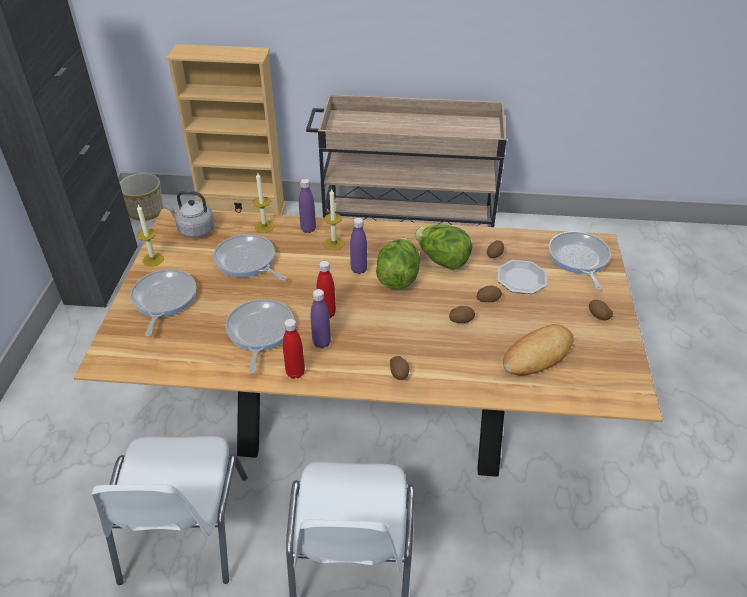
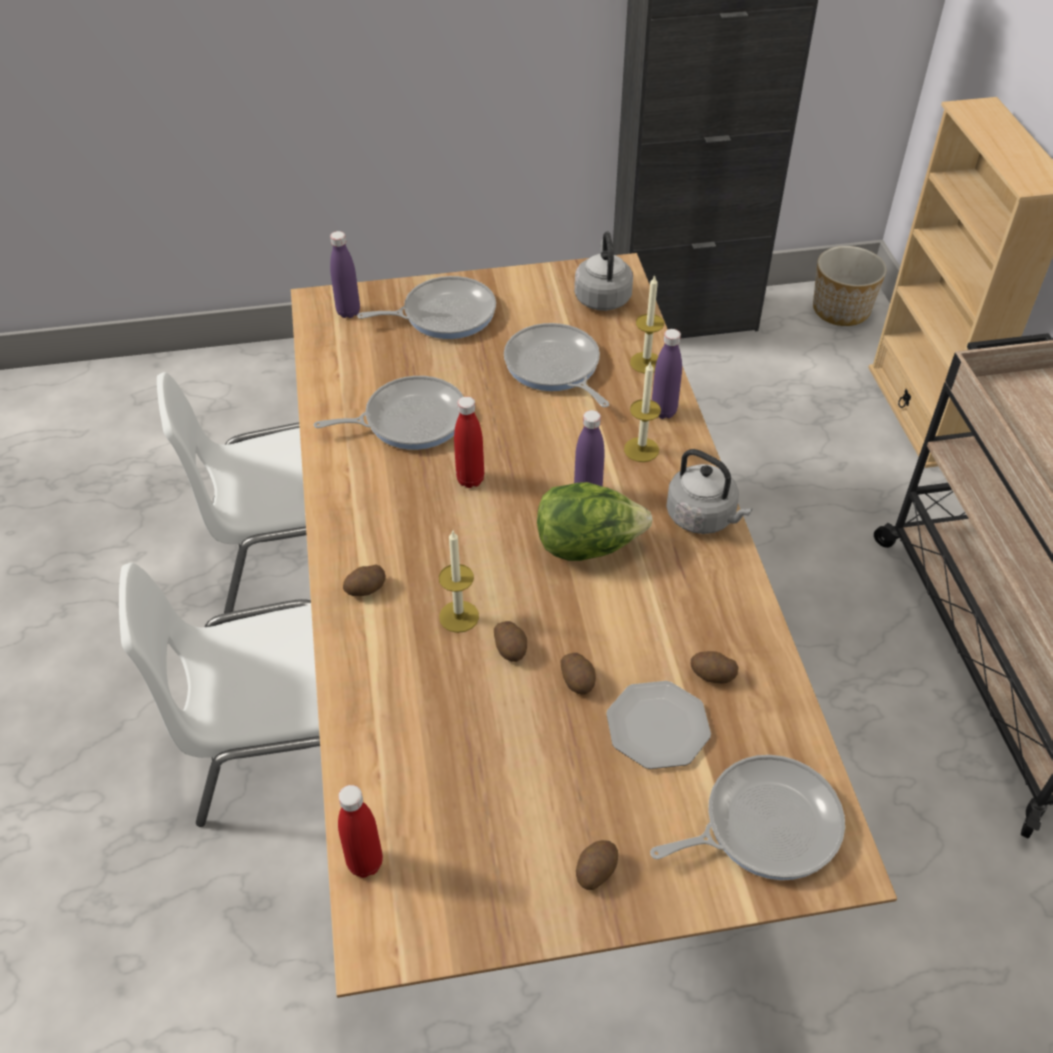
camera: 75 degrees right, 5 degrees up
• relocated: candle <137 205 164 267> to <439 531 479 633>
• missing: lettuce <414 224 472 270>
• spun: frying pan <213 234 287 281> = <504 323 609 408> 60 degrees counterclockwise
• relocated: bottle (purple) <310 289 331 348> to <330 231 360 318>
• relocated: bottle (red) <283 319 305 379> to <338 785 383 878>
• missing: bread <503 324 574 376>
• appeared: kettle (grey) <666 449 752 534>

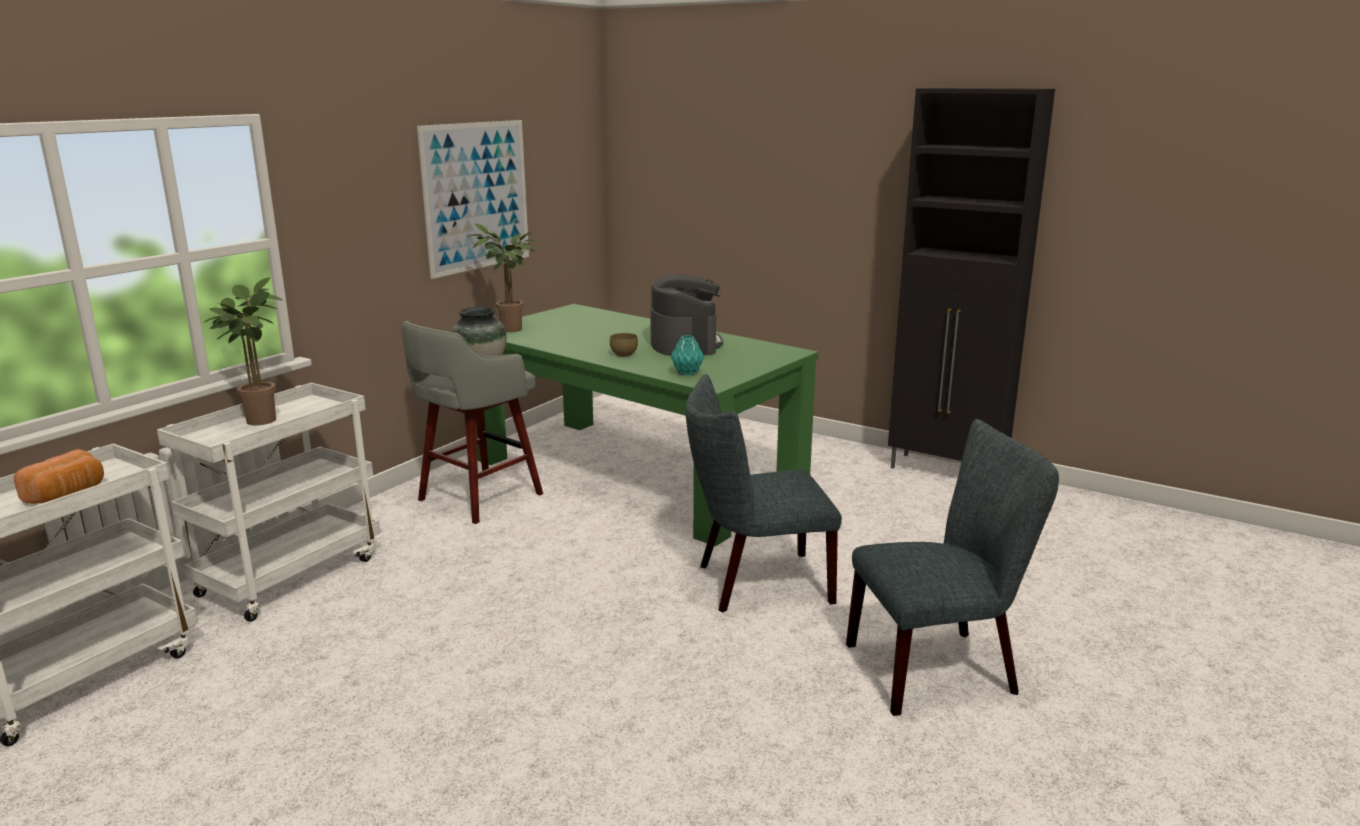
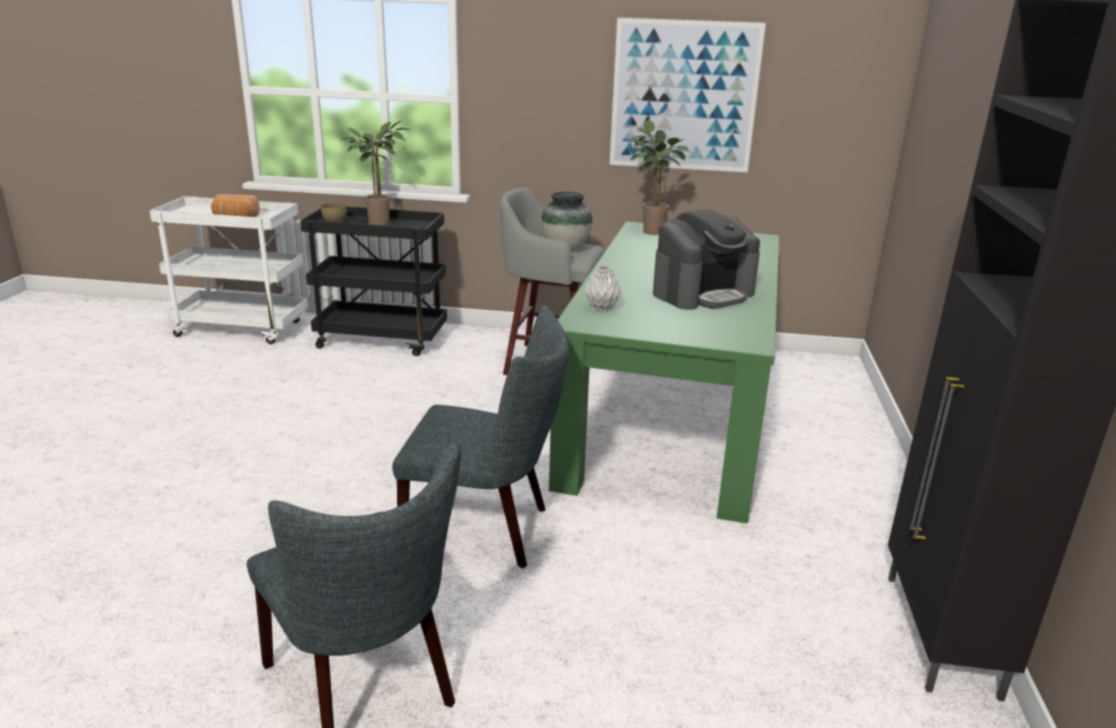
camera: 65 degrees right, 5 degrees up
• relocated: bowl (brown) <610 333 638 357> to <321 203 347 222>
• colour: vase (turquoise) <671 335 704 375> to vase (grey) <584 266 622 311>
• spun: chair (grey) <685 374 842 613> = <392 305 569 568> 135 degrees clockwise
• colour: cart (white) <157 383 380 622> to cart (black) <300 206 447 356>

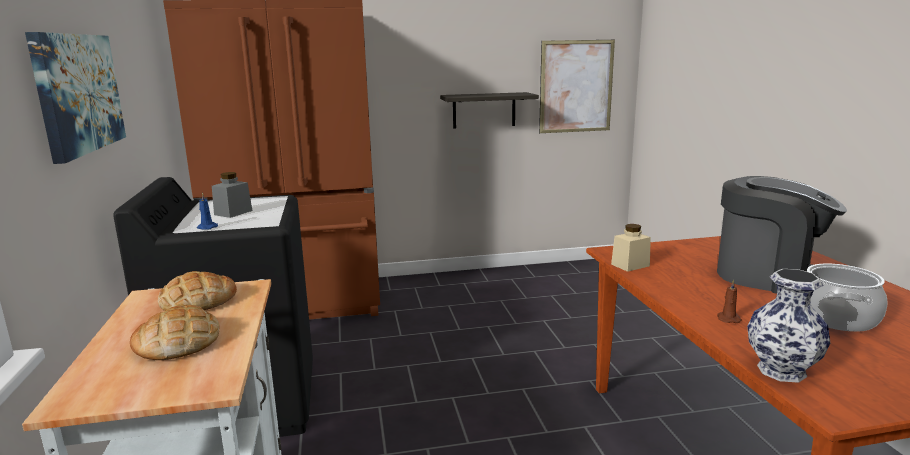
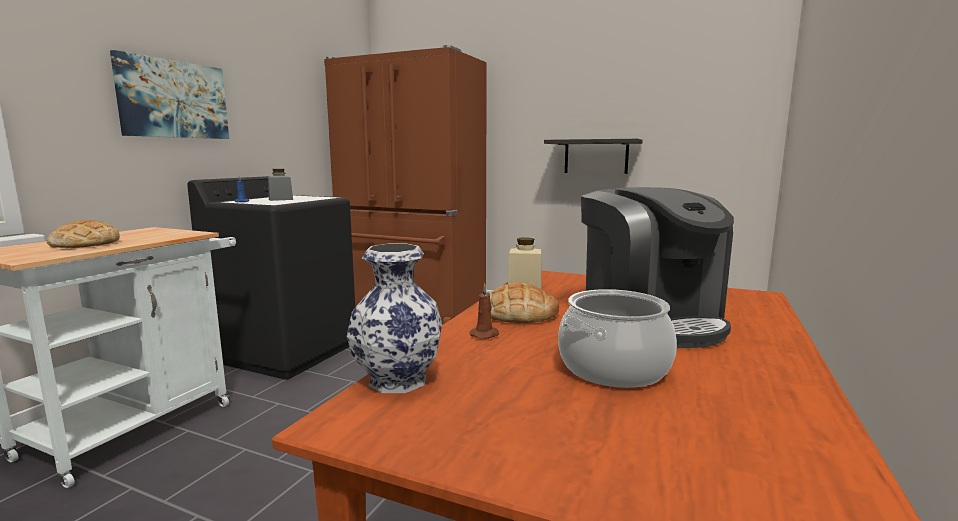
camera: 35 degrees right, 5 degrees down
• missing: picture <539 40 615 133>
• relocated: bread <158 271 237 311> to <489 282 559 323>

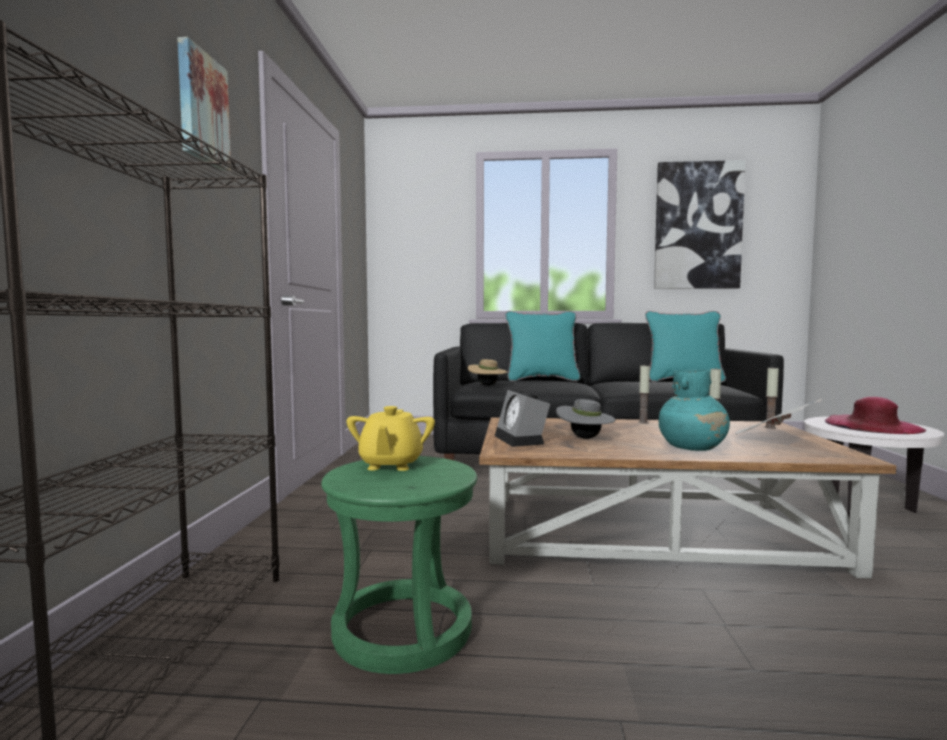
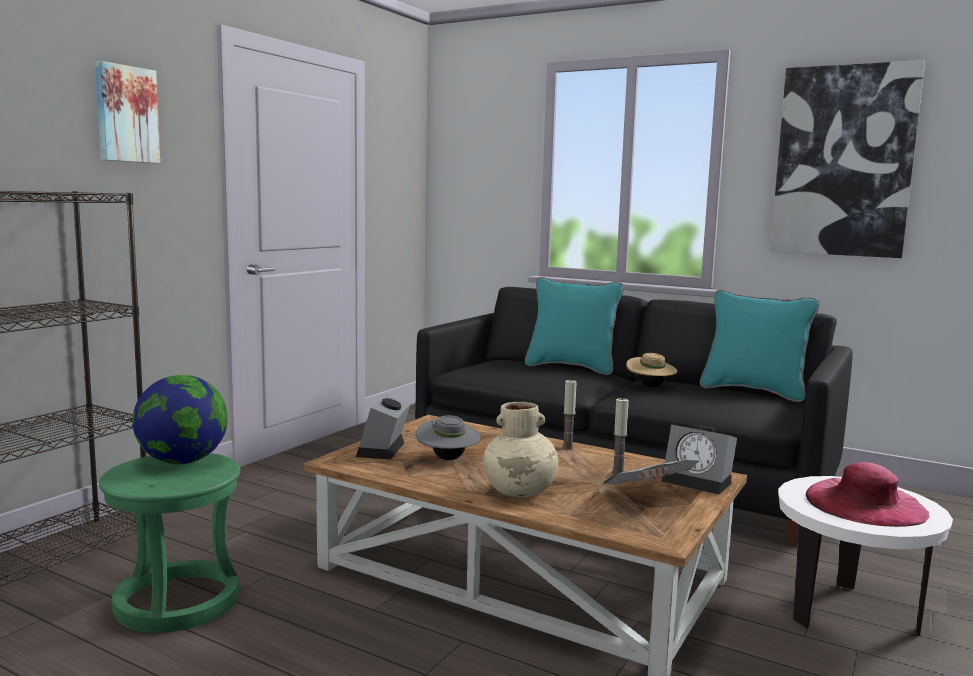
camera: 25 degrees right, 5 degrees up
• relocated: hat (beige) <468 359 507 386> to <626 353 678 387>
• exchanged: candle <764 366 779 429> to alarm clock <662 424 737 495>
• colour: vase (turquoise) <659 369 730 451> to vase (beige) <483 402 558 498>
• exchanged: teapot (yellow) <347 406 435 471> to globe <132 375 228 464>

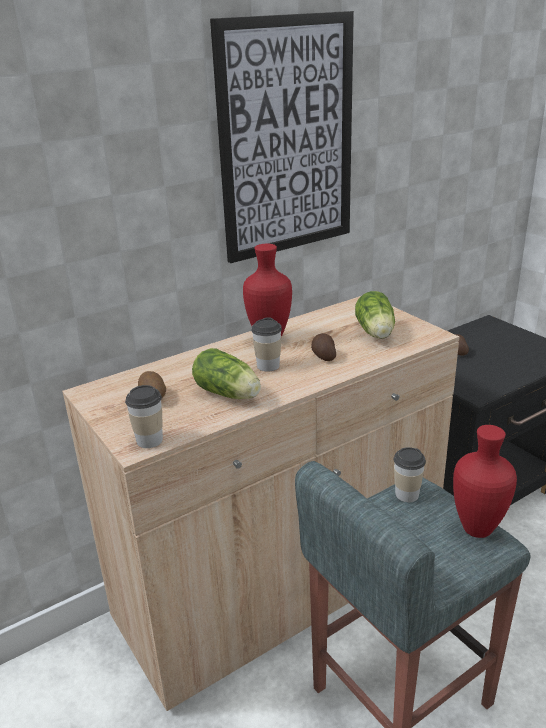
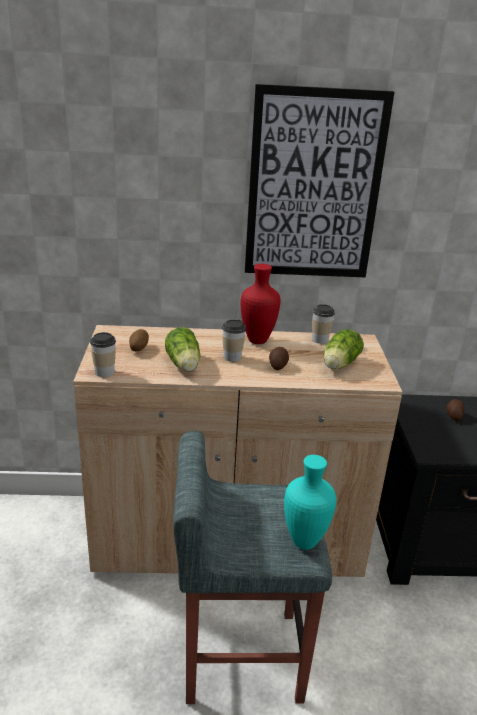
camera: 30 degrees right, 0 degrees up
• colour: vase (red) <453 425 517 538> to vase (turquoise) <284 455 336 550>
• relocated: cup <393 447 426 502> to <312 304 335 344>

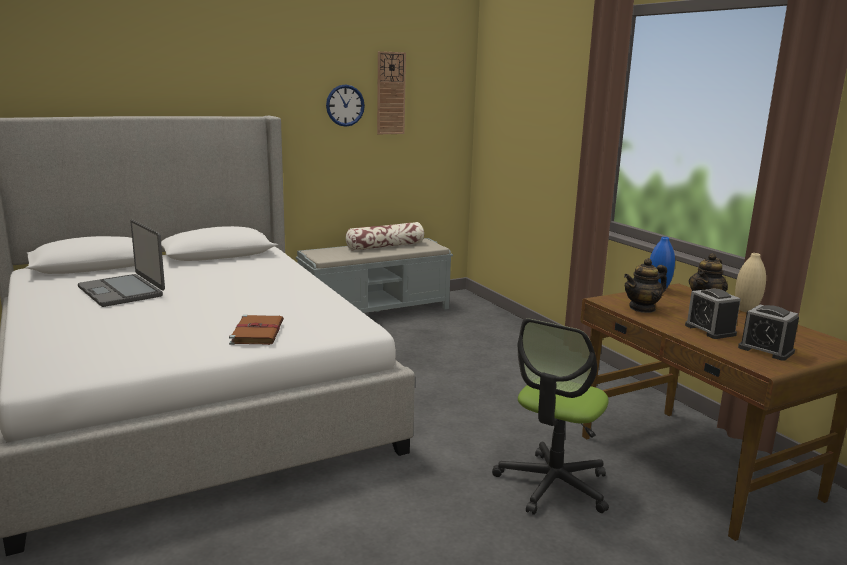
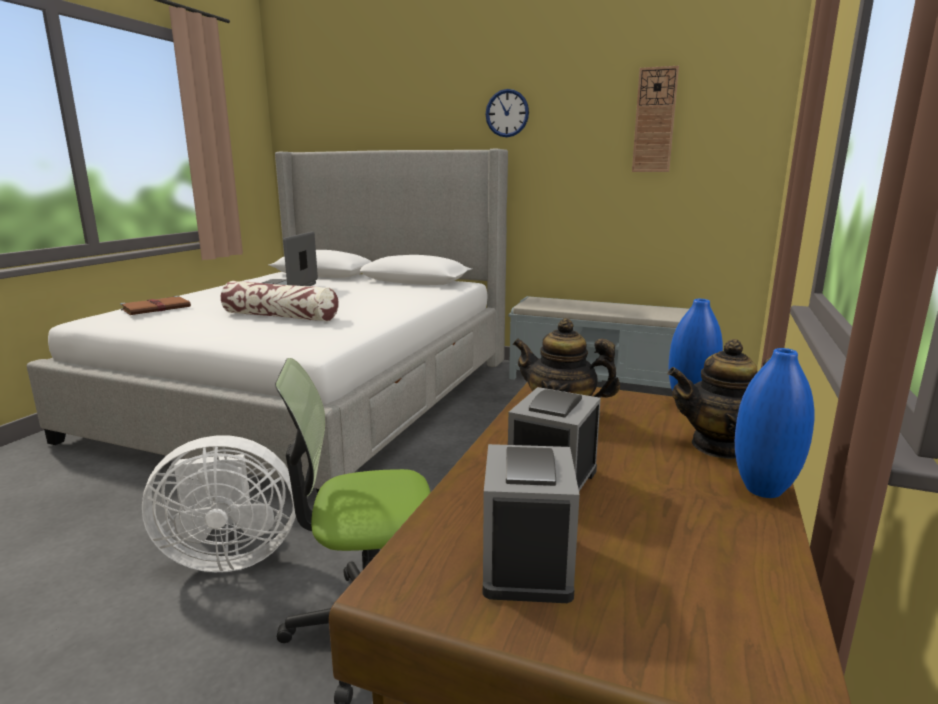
camera: 50 degrees right, 0 degrees up
• relocated: wall clock <326 84 365 127> to <486 89 529 137>
• relocated: pillow <346 222 424 251> to <221 281 339 322>
• colour: vase (beige) <735 253 766 312> to vase (blue) <735 348 814 498>
• relocated: book (brown) <229 315 284 345> to <120 296 191 315>
• appeared: fan (white) <142 436 296 572>

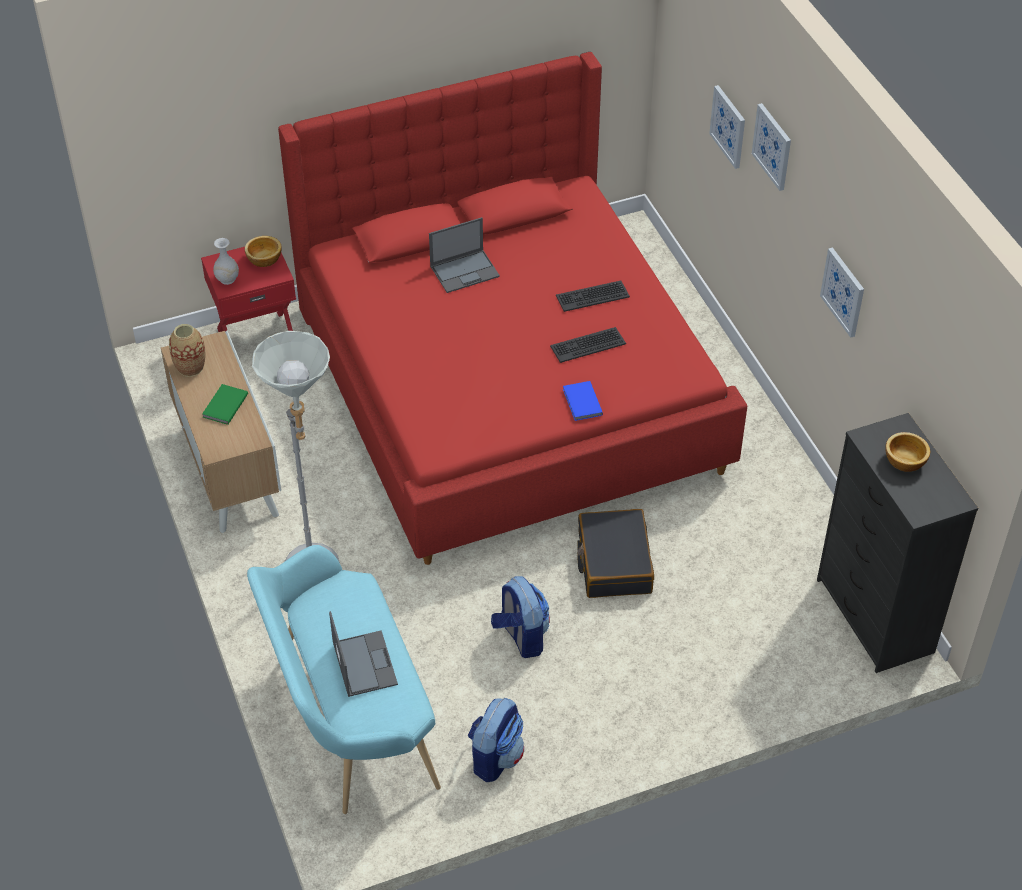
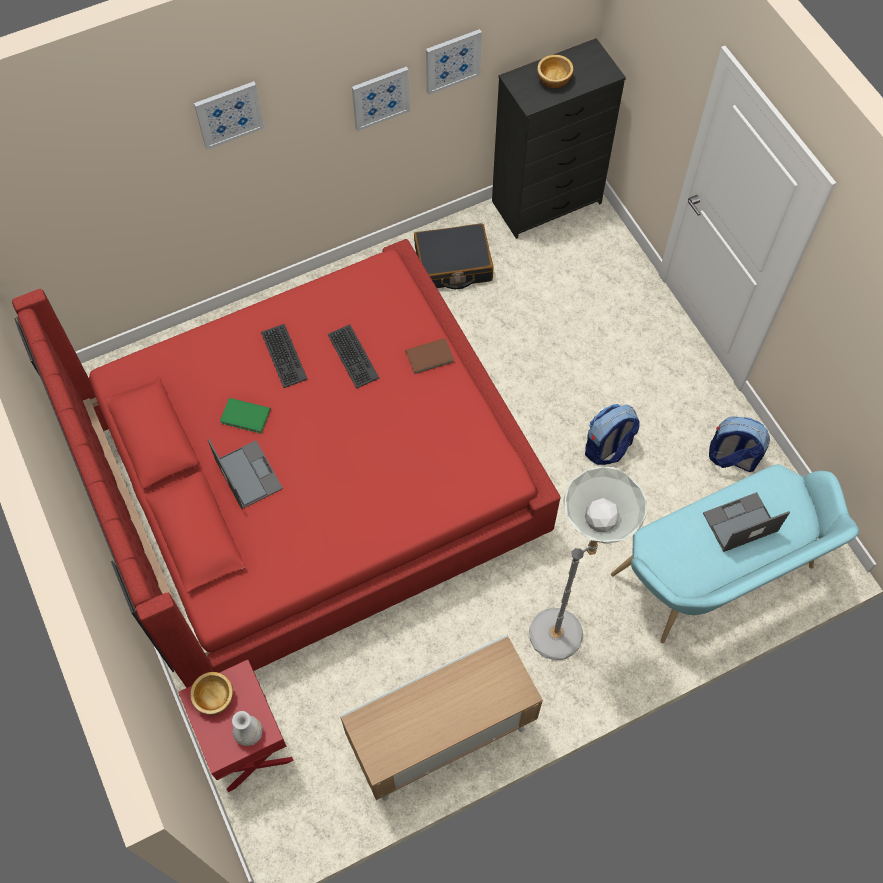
camera: 95 degrees left, 15 degrees up
• relocated: picture <709 85 745 169> to <426 29 482 95>
• missing: vase <169 324 206 377>
• colour: book (blue) <563 381 603 421> to book (brown) <405 338 454 374>
• relocated: book (green) <202 384 248 425> to <220 398 271 434>
• relocated: suitcase (black) <577 509 654 598> to <414 223 494 289>

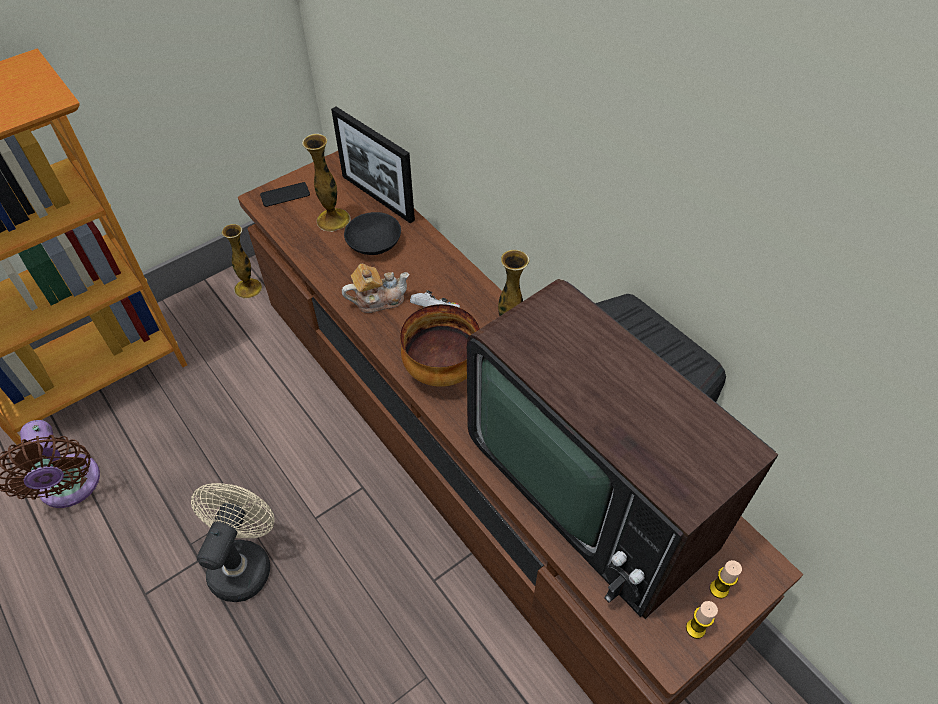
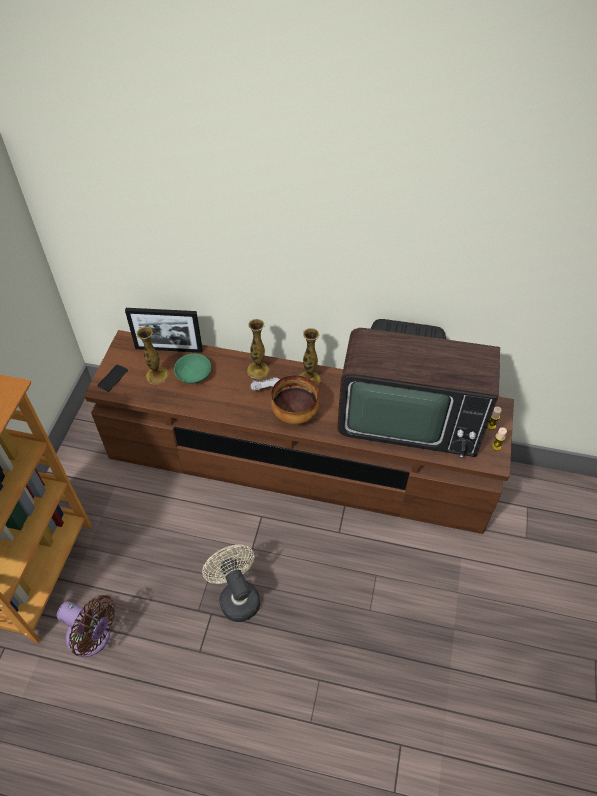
camera: 40 degrees left, 0 degrees up
• colour: bowl (black) <344 212 401 255> to bowl (green) <174 354 211 384>
• relocated: vase <222 224 262 299> to <247 319 269 379>
• missing: teapot <342 264 409 313>

